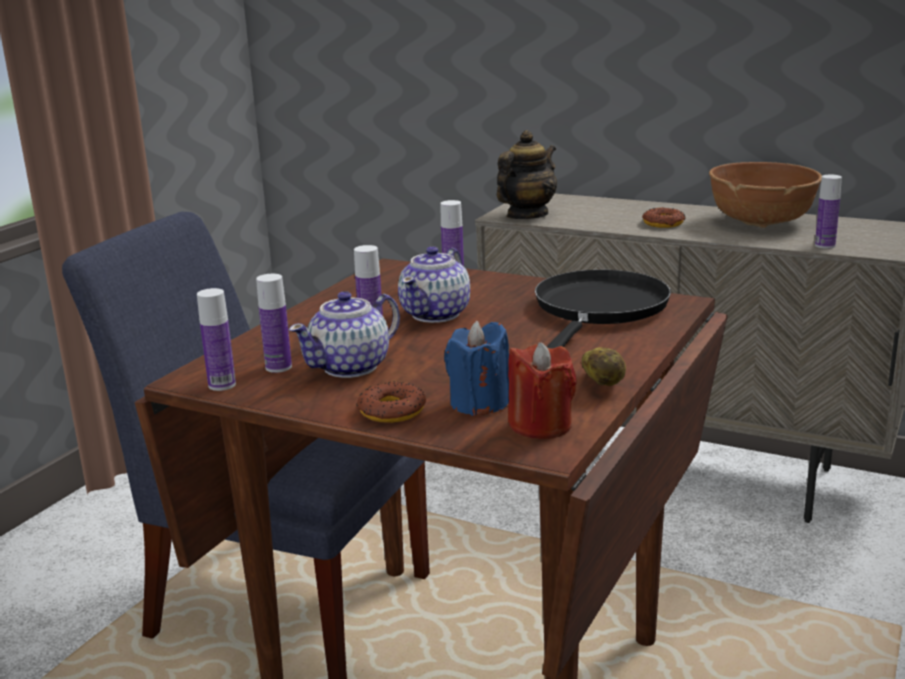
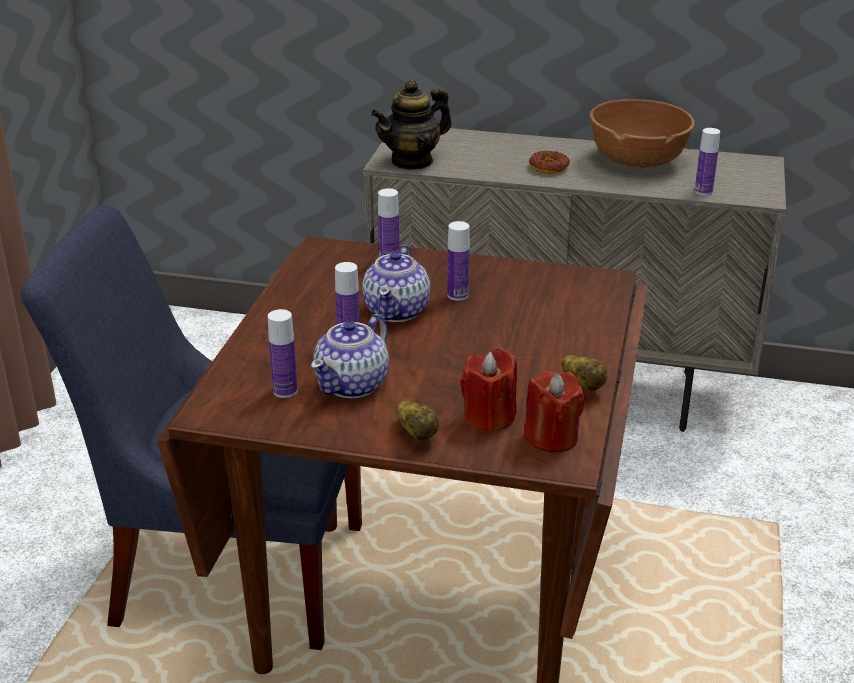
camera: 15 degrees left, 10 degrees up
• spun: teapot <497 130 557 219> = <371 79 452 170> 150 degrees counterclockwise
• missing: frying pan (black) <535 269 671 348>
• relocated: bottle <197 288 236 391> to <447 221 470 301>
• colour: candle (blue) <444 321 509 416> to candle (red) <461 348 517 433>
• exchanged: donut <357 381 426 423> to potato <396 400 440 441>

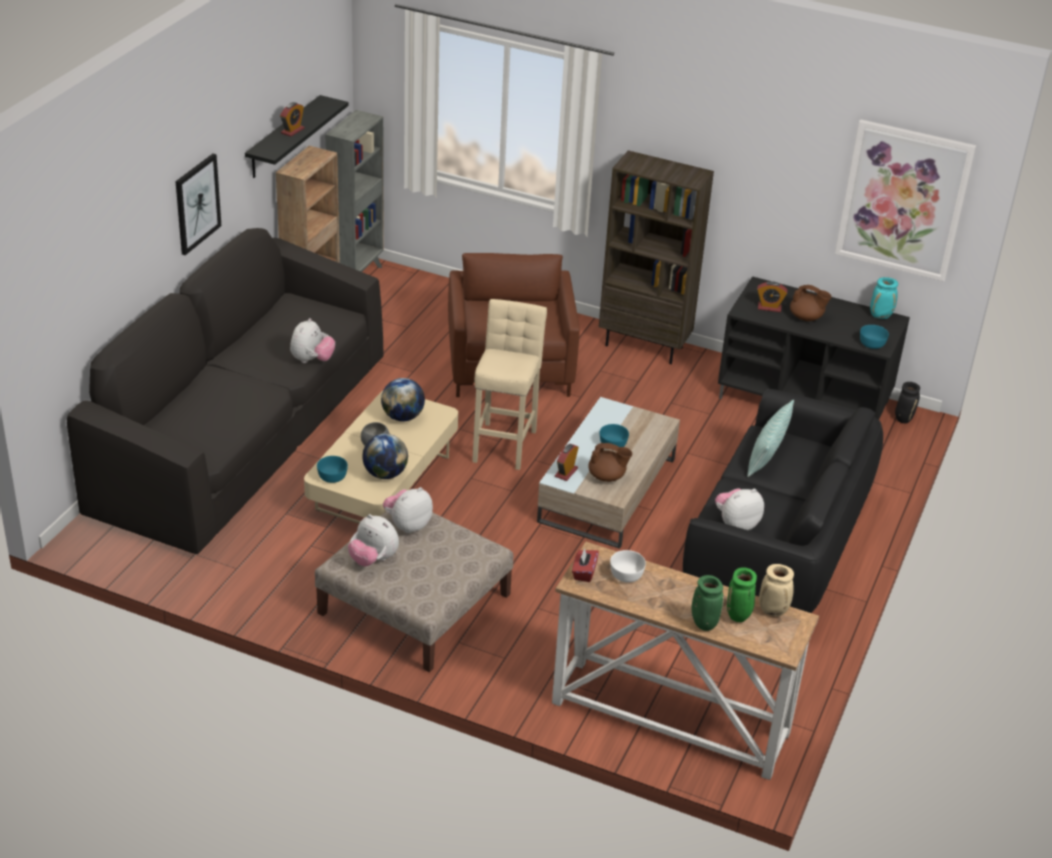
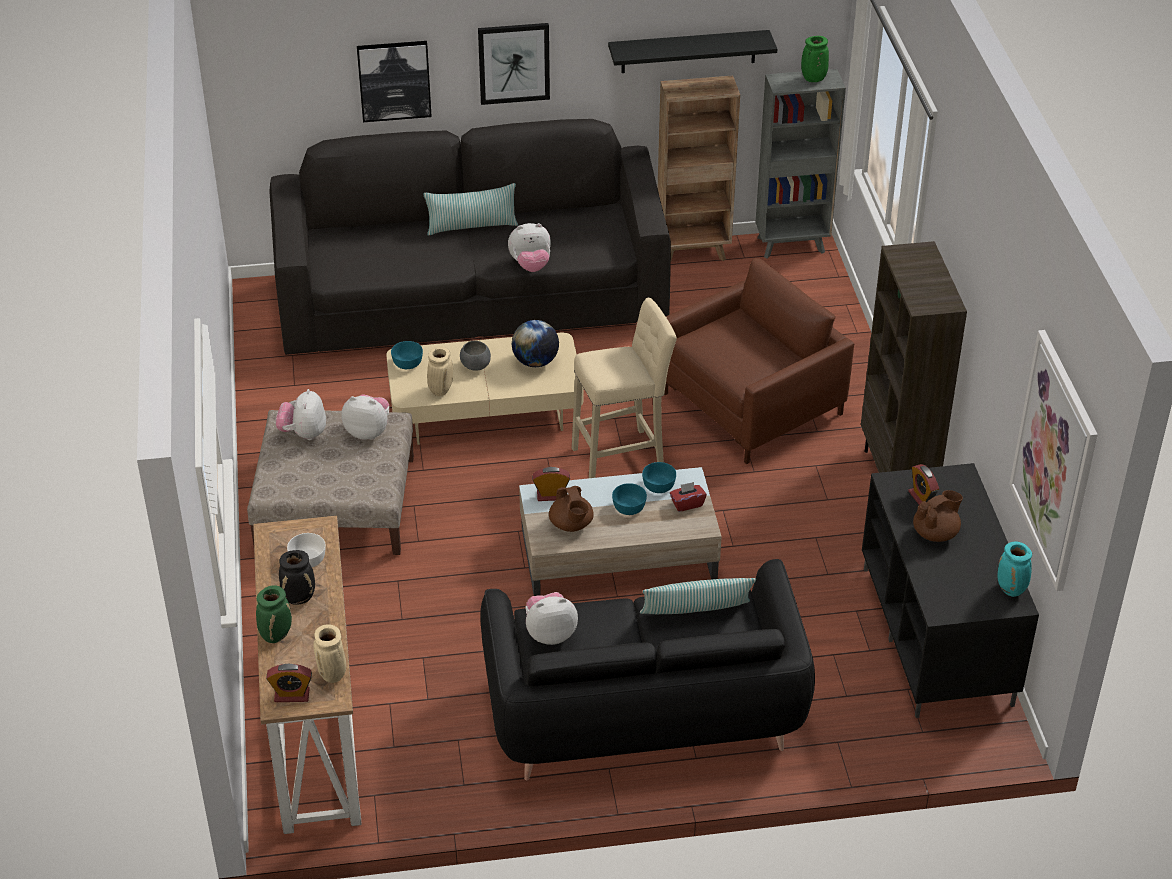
camera: 60 degrees right, 5 degrees up
• relocated: alarm clock <280 102 305 137> to <266 664 312 702>
• spun: teapot (brown) <790 285 832 321> = <913 490 963 542> 120 degrees counterclockwise
• relocated: bowl (turquoise) <860 325 889 349> to <642 462 676 493>
• relocated: vase (black) <895 382 920 423> to <279 550 315 605>
• exchanged: globe <362 434 408 479> to vase (beige) <427 347 453 396>
• spun: plush toy <715 488 764 530> = <525 592 578 645> 45 degrees counterclockwise
• relocated: tissue box (red) <572 548 599 582> to <670 482 707 512>
• relocated: vase (green) <727 567 757 622> to <801 36 829 82>
• appeared: picture <357 41 432 122>
• appeared: pillow <424 183 518 235>

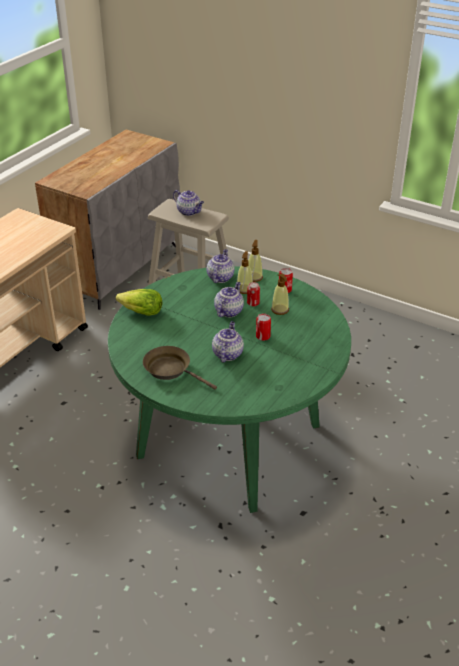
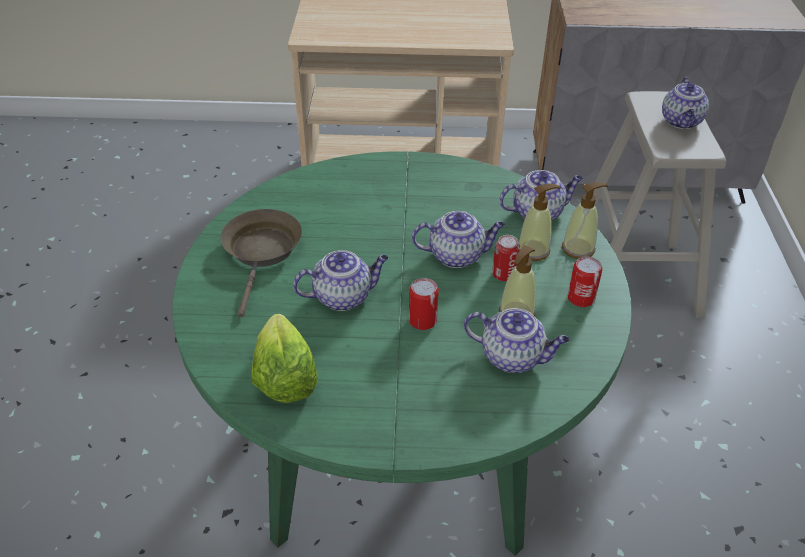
camera: 60 degrees right, 5 degrees up
• relocated: lettuce <116 289 163 316> to <251 314 318 403>
• appeared: teapot <464 308 570 373>

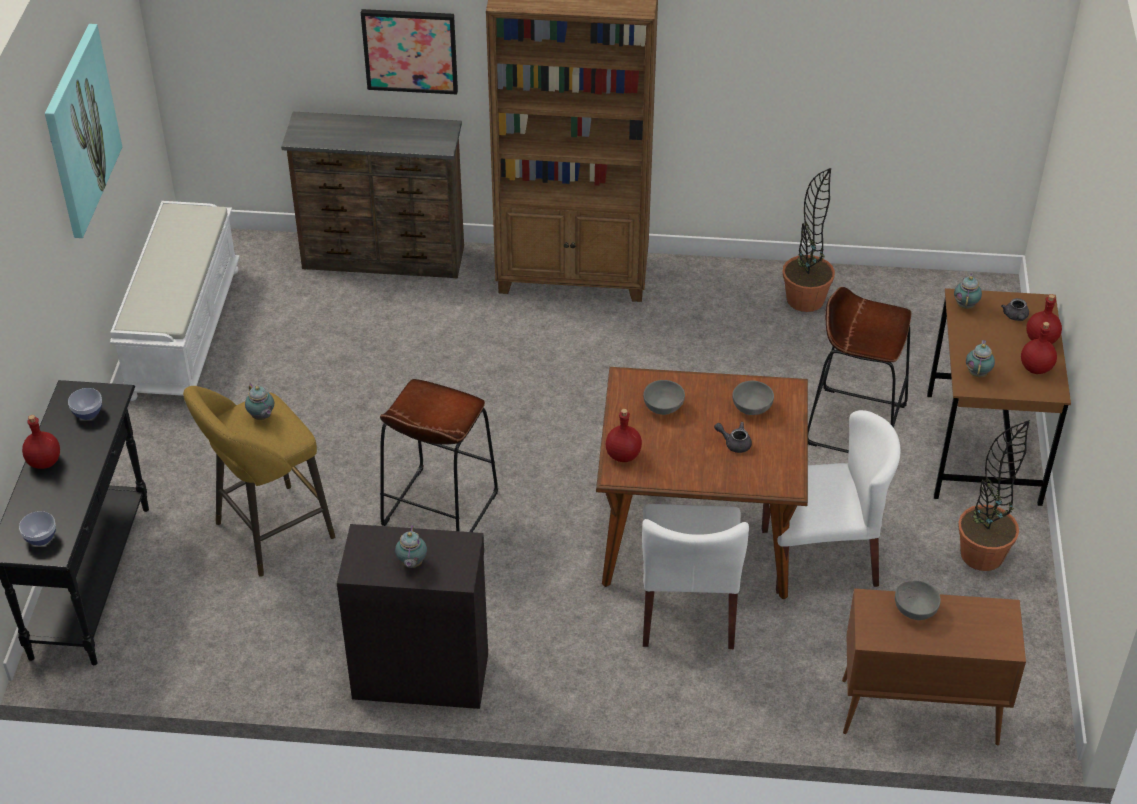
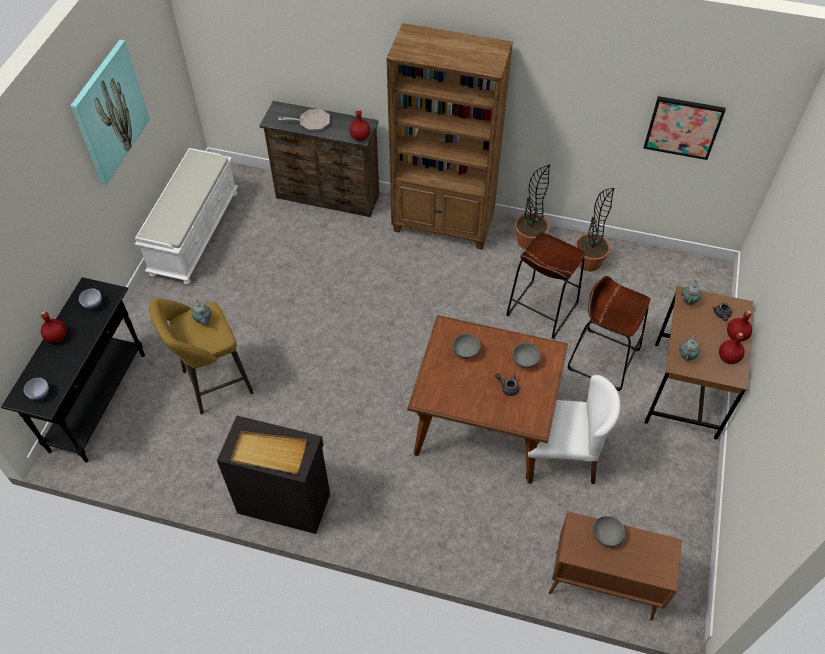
camera: 10 degrees right, 10 degrees up
• relocated: picture <361 9 458 94> to <643 96 726 160>
• relocated: stool (brown) <380 379 498 532> to <506 233 585 339>
• relocated: bottle (red) <606 409 642 462> to <349 109 370 141>
• relocated: potted plant <958 420 1030 571> to <515 164 550 250>
• missing: chair (white) <642 504 749 649>
• exchanged: teapot <395 525 427 568> to tray (beige) <231 431 306 474>
• appeared: frying pan <278 109 330 131>

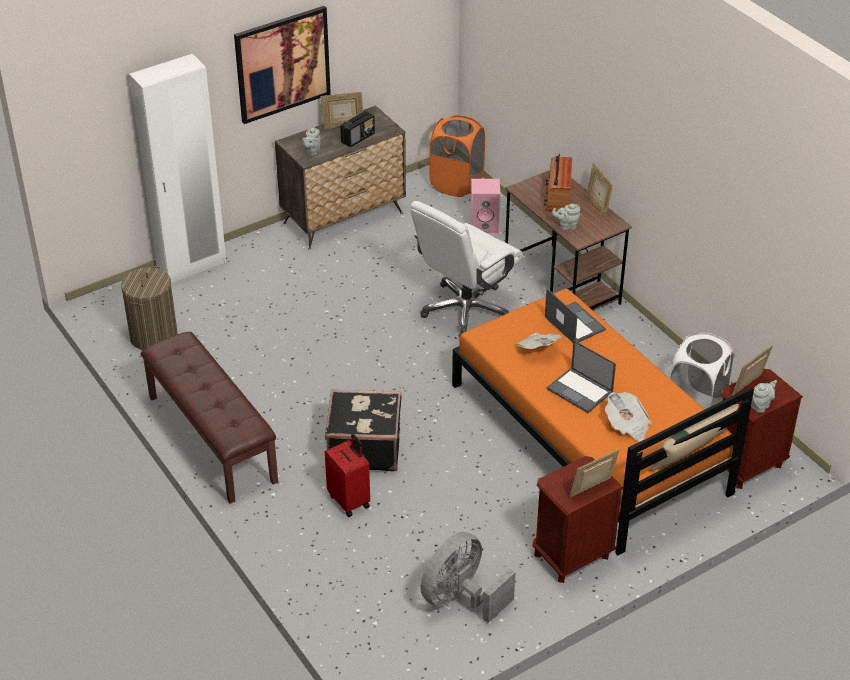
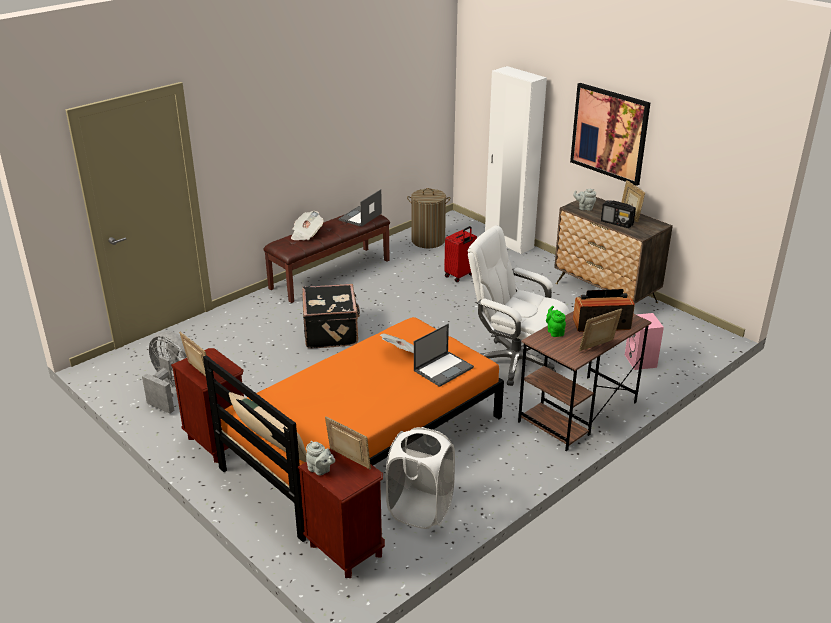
camera: 80 degrees right, 10 degrees down
• missing: laundry basket (orange) <430 115 485 197>
• colour: teapot (grey) <552 203 581 230> to teapot (green) <546 306 566 337>
• relocated: laptop <547 340 616 413> to <339 189 382 227>
• relocated: newspaper <605 392 652 442> to <291 211 323 240>
• relocated: suitcase (red) <325 434 370 517> to <444 226 477 282>

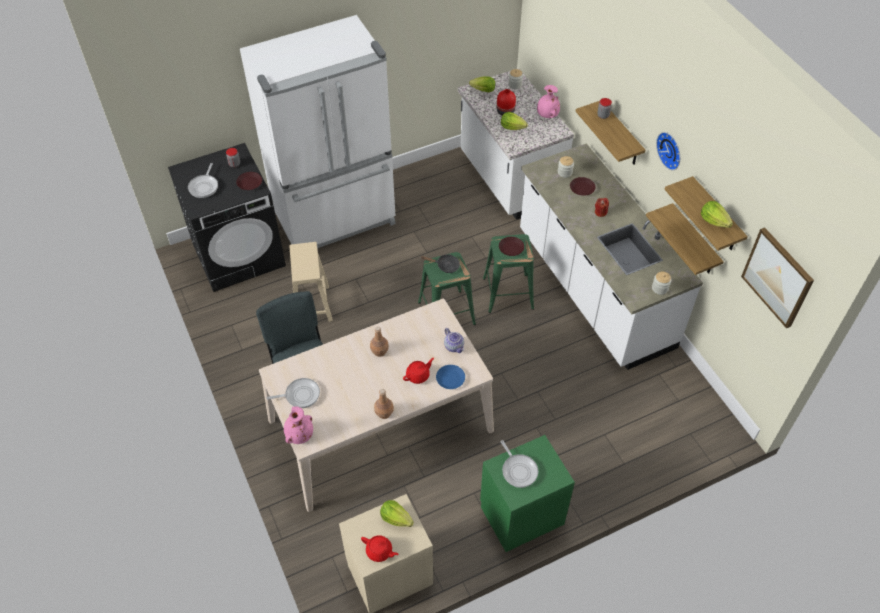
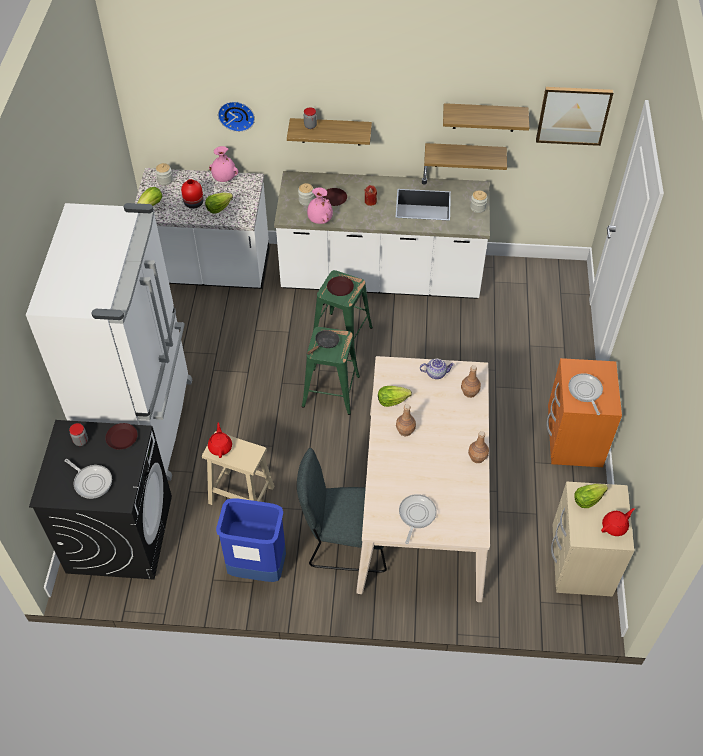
camera: 60 degrees left, 0 degrees up
• relocated: wall clock <656 132 680 170> to <218 102 255 132>
• relocated: lettuce <701 201 733 228> to <378 386 412 407>
• relocated: teapot (red) <403 358 434 384> to <208 422 232 458>
• exchanged: plate (blue) <436 365 465 389> to bottle (brown) <461 365 481 398>
• relocated: vase (pink) <284 407 313 444> to <307 187 333 224>
• colour: nightstand (green) <480 435 575 552> to nightstand (orange) <546 358 622 467>
• spun: frying pan <501 440 538 488> = <569 373 603 415> 105 degrees counterclockwise
• appeared: trash can (blue) <216 498 286 582>

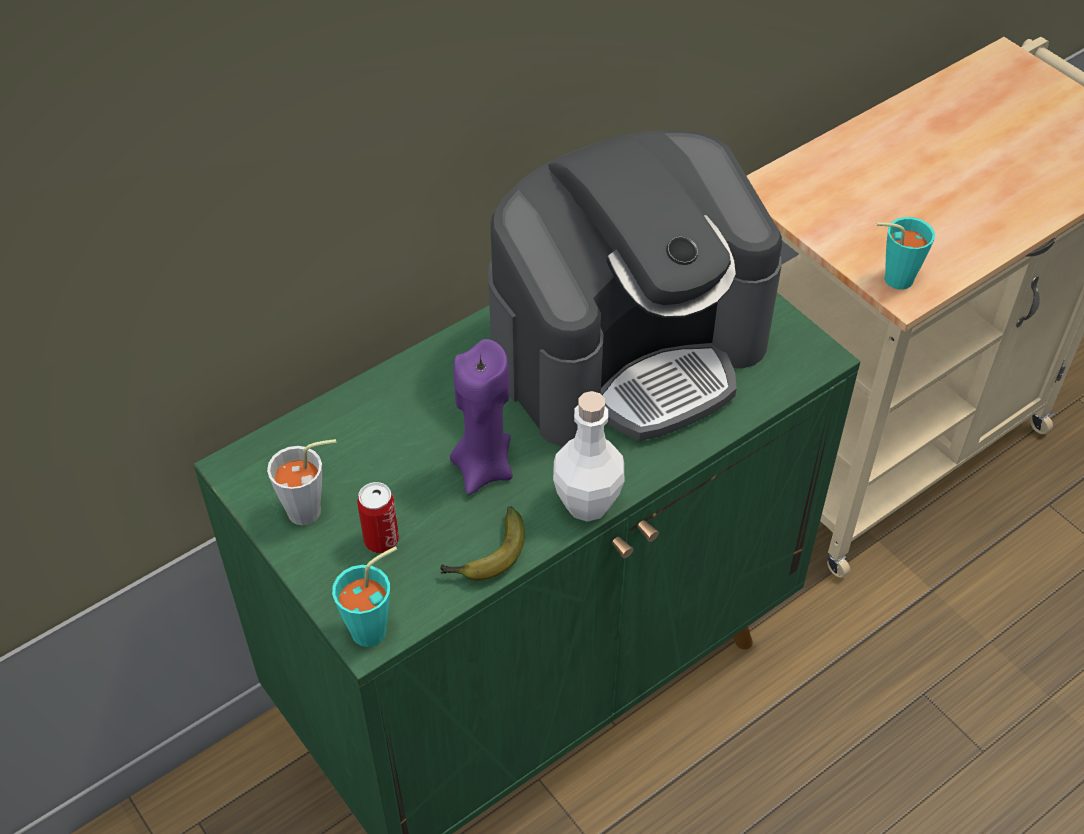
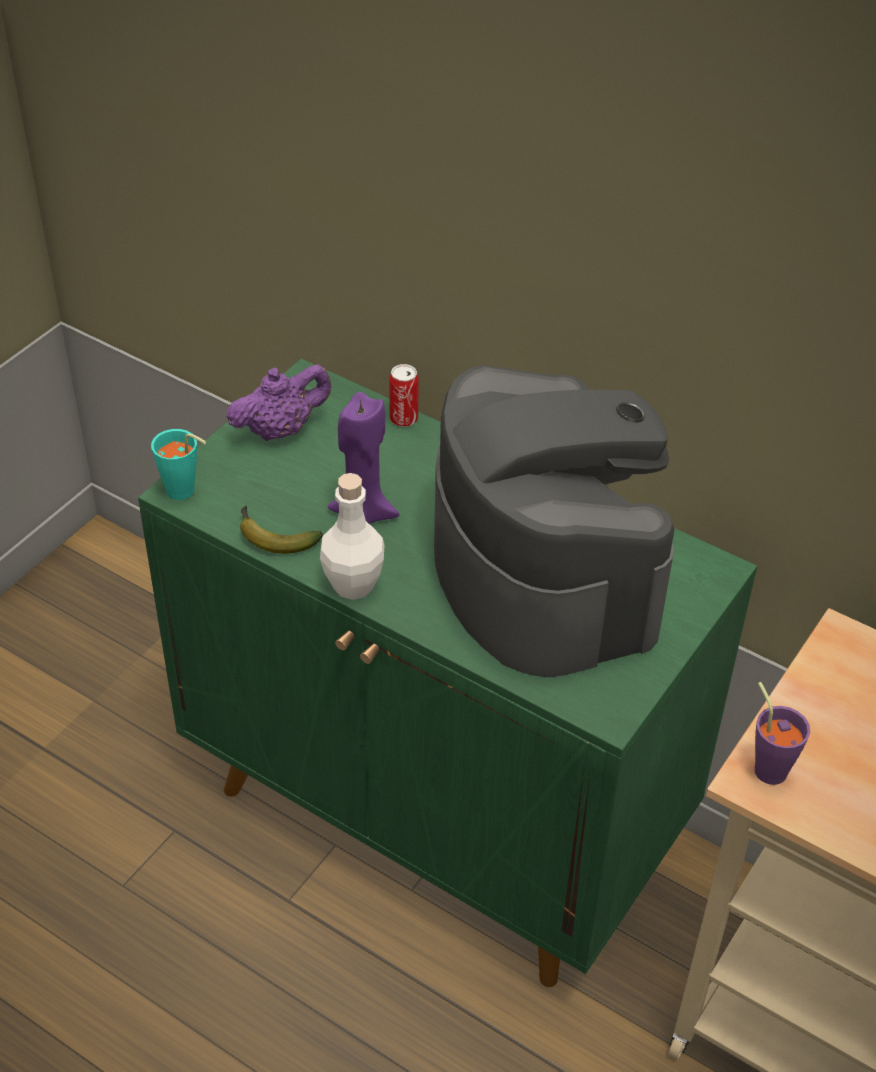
camera: 70 degrees right, 5 degrees down
• spun: coffee machine <488 130 782 446> = <434 365 675 677> 150 degrees counterclockwise
• colour: cup (turquoise) <877 217 935 290> to cup (purple) <755 682 810 785>
• exchanged: cup (grey) <267 439 336 525> to teapot (purple) <226 364 331 441>
• relocated: can <357 482 399 553> to <389 364 419 427>

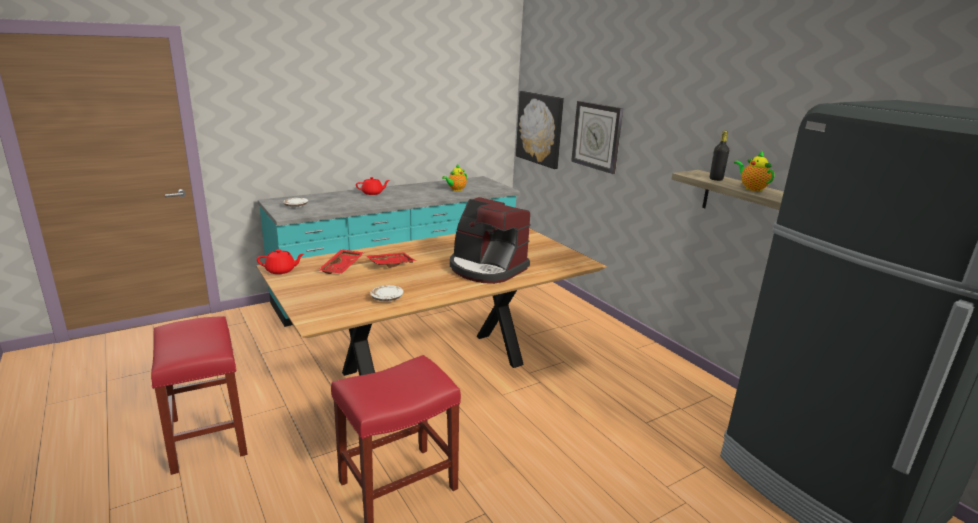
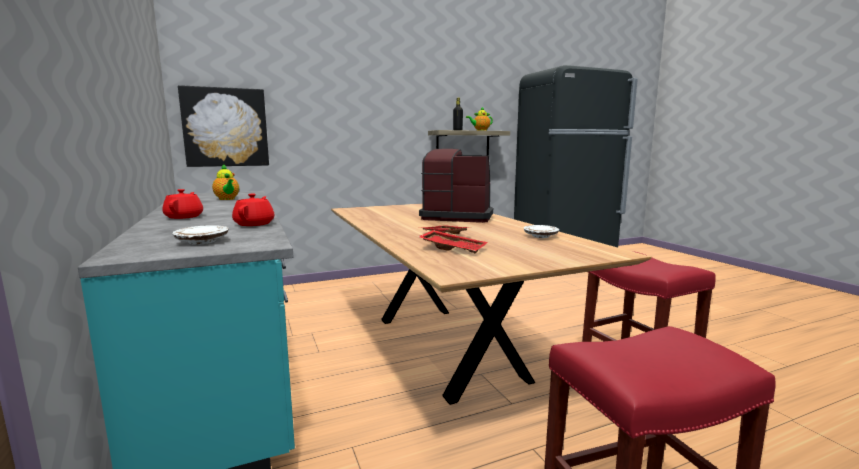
camera: 80 degrees left, 10 degrees down
• missing: wall clock <571 101 623 174>
• spun: coffee machine <450 197 531 284> = <419 148 493 223> 120 degrees counterclockwise
• relocated: teapot (red) <257 249 304 274> to <232 194 274 226>

